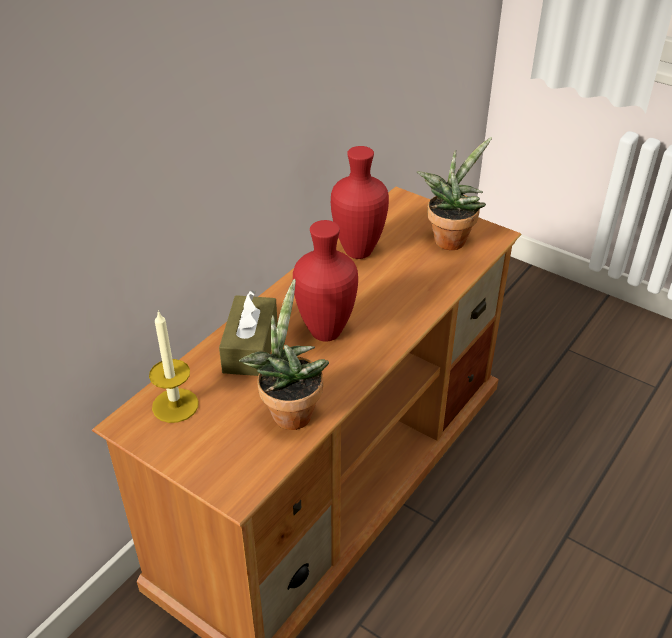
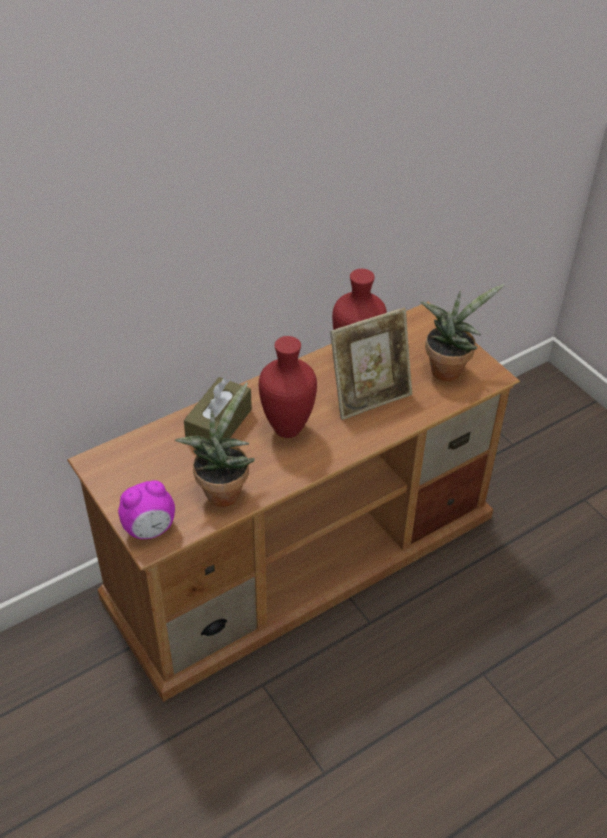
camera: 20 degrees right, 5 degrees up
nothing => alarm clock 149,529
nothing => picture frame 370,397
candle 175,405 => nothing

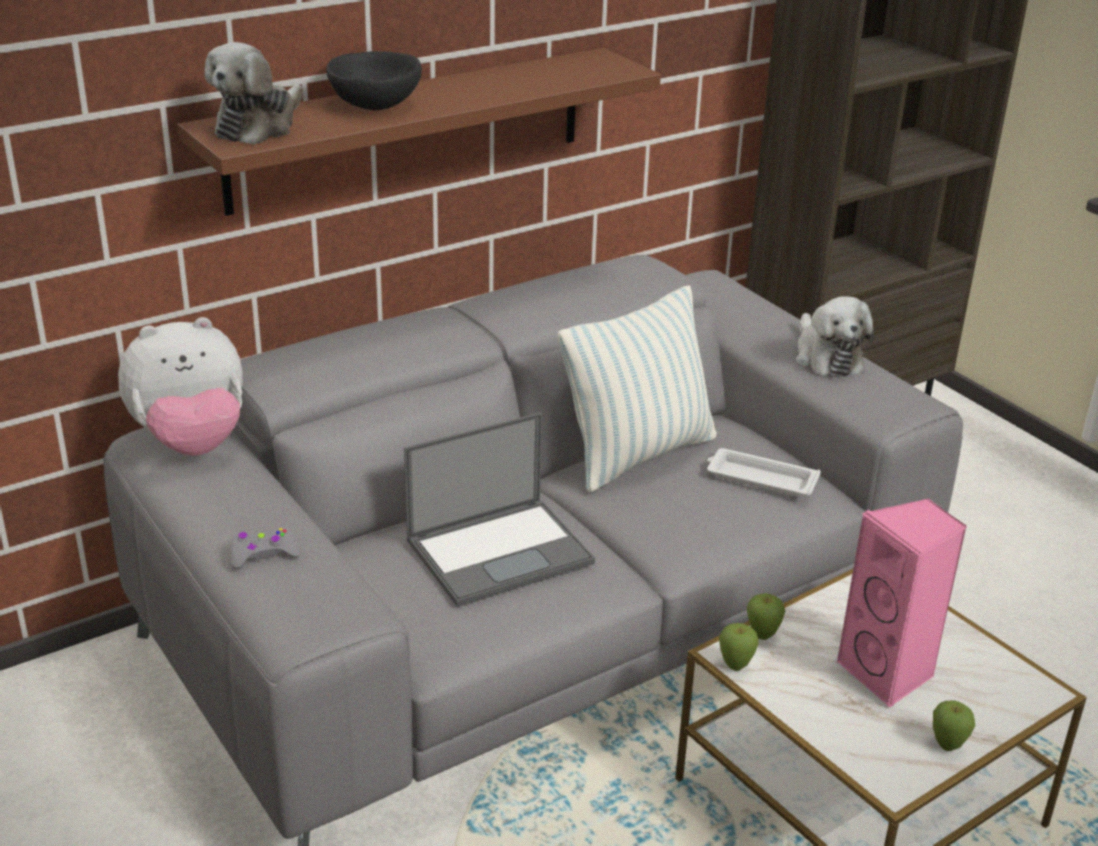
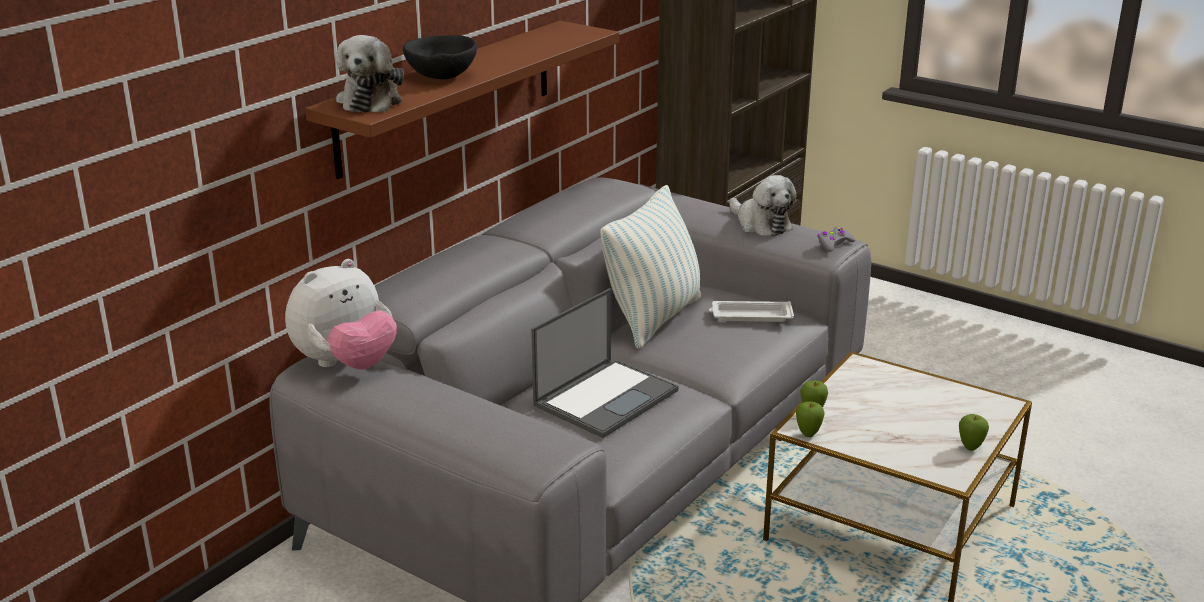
camera: 20 degrees left, 5 degrees down
grey game controller 263,554 => grey game controller 834,244, moved
pink speaker 889,674 => nothing

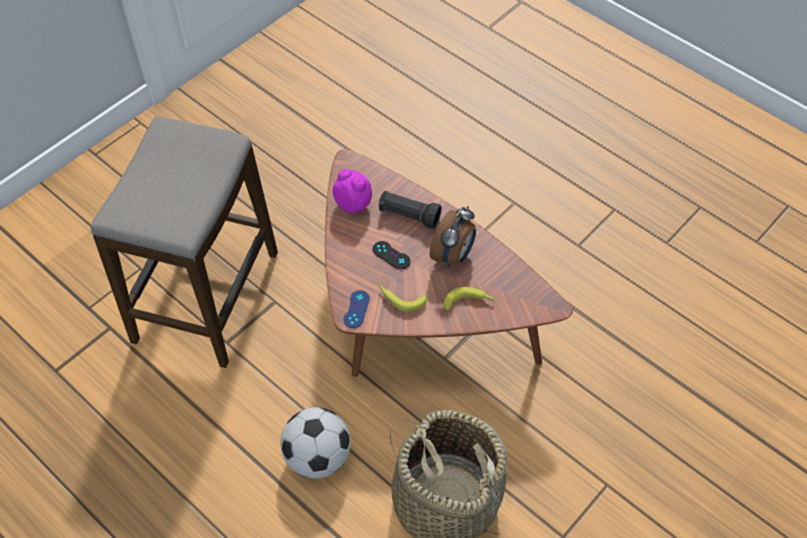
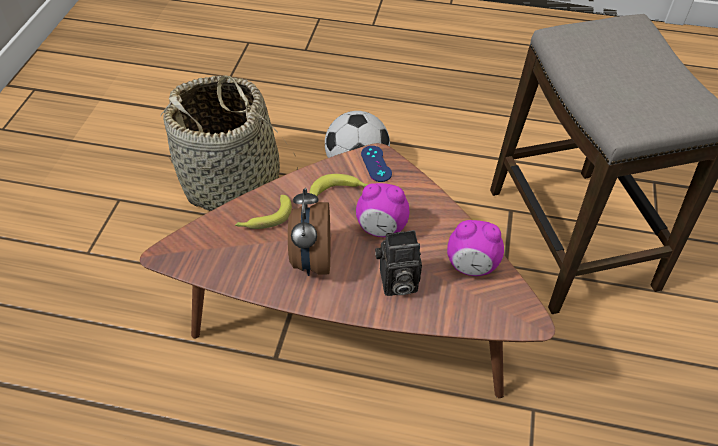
camera: 150 degrees right, 5 degrees down
black game controller 391,255 => alarm clock 382,229
black flashlight 408,216 => photo camera 396,283

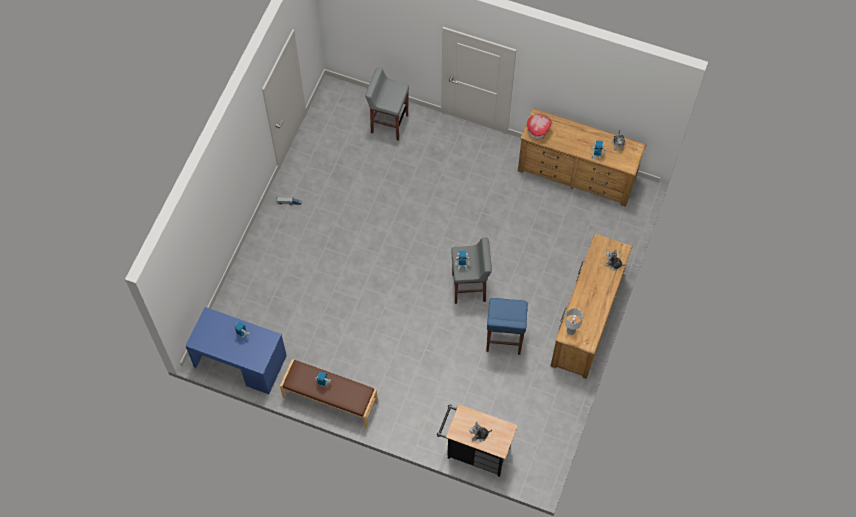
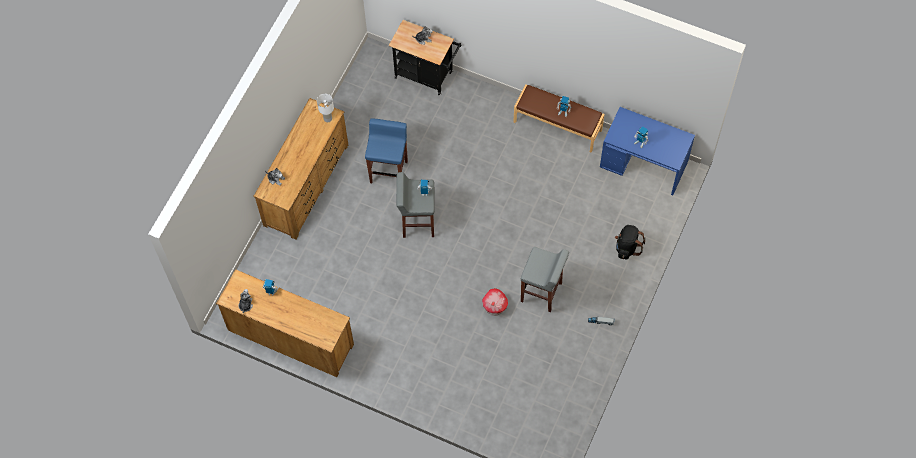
camera: 175 degrees left, 0 degrees up
toy house 538,131 => toy house 495,306, moved
grey stool 388,123 => grey stool 542,293, moved
nothing => black backpack 627,247

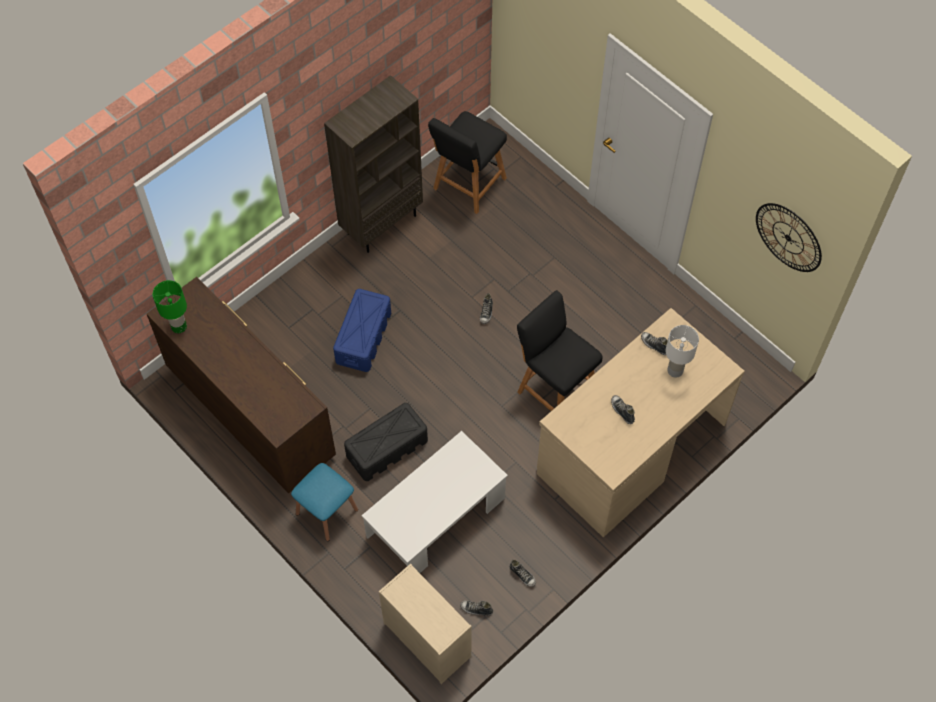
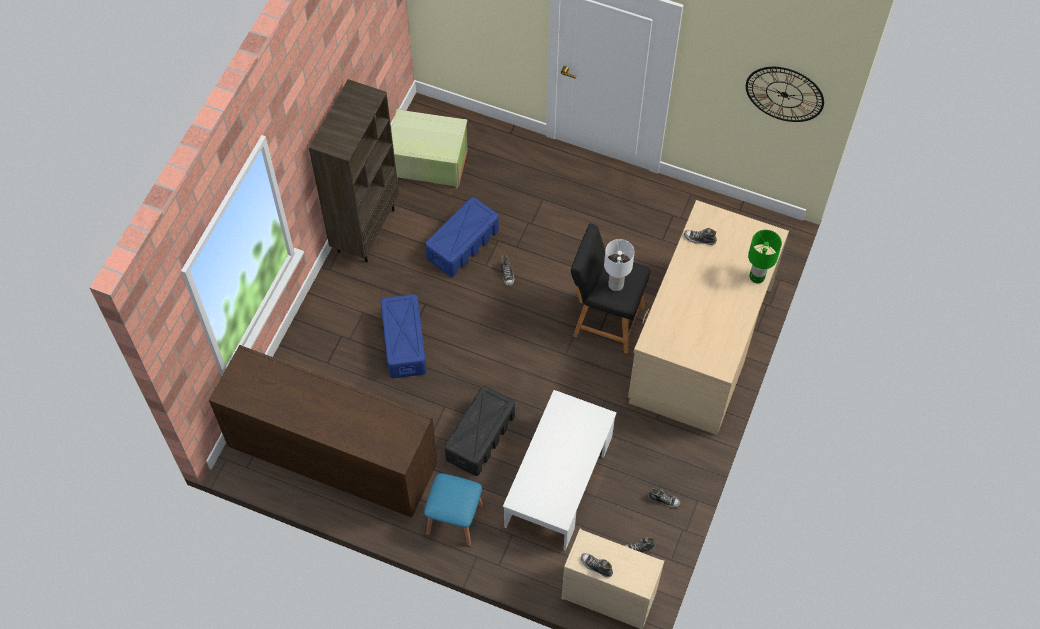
camera: 25 degrees left, 0 degrees up
black stool 467,186 => green storage box 428,164
nothing => blue storage box 463,244
shoe 622,411 => shoe 596,566, moved
white table lamp 675,370 => white table lamp 616,284, moved
green table lamp 179,326 => green table lamp 757,276, moved

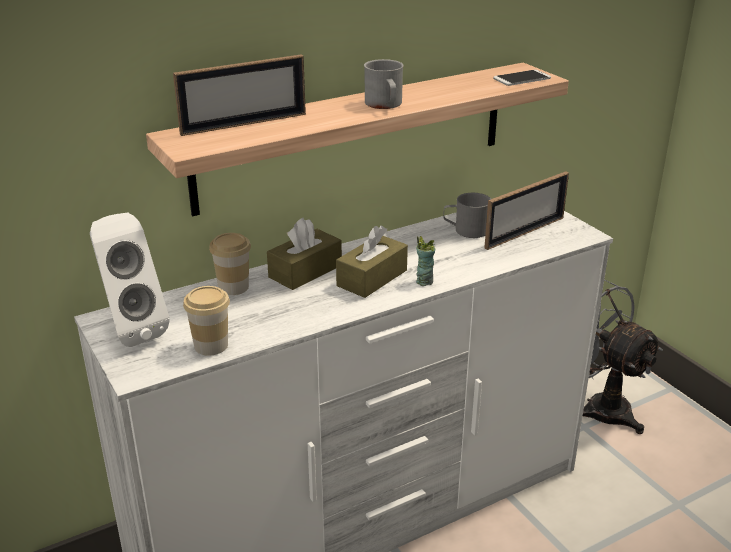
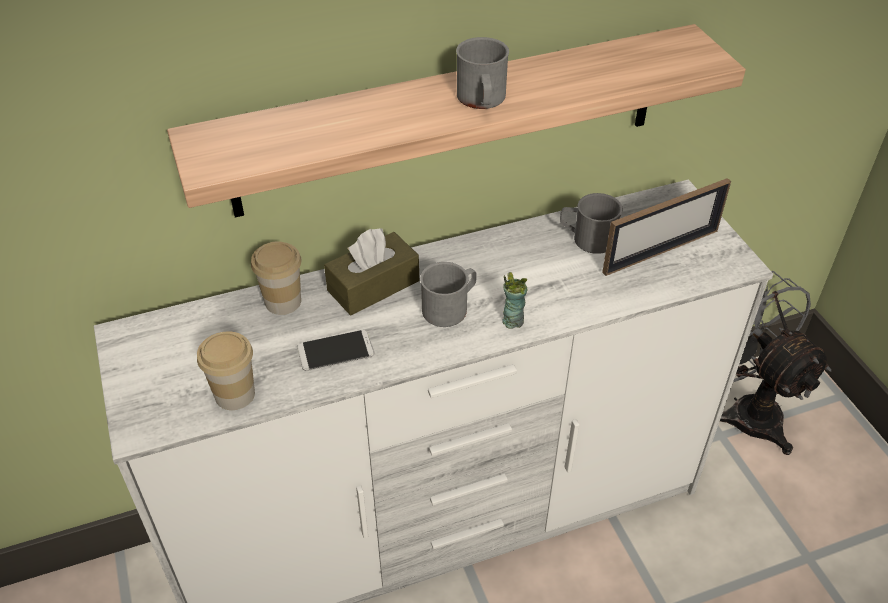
camera: 10 degrees right, 15 degrees up
phone 522,79 => phone 335,351, moved
brown tissue box 372,278 => grey mug 450,307
white speaker 131,330 => nothing
picture frame 244,124 => nothing

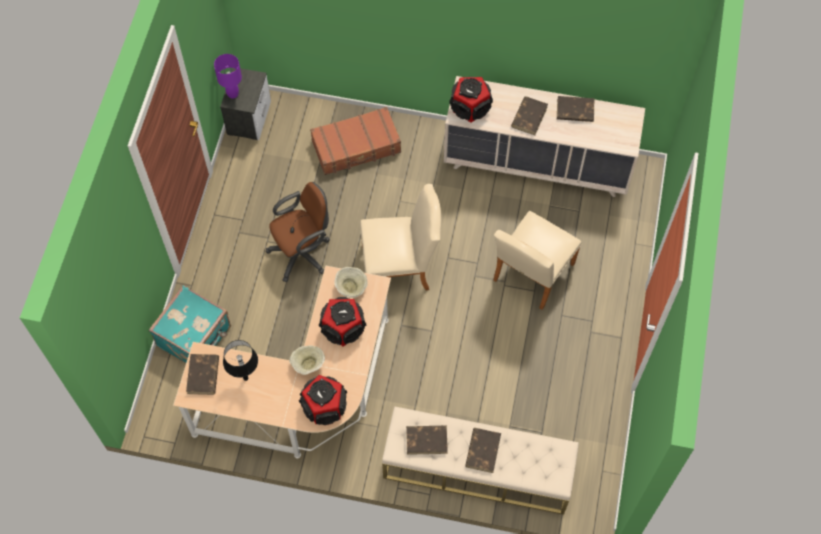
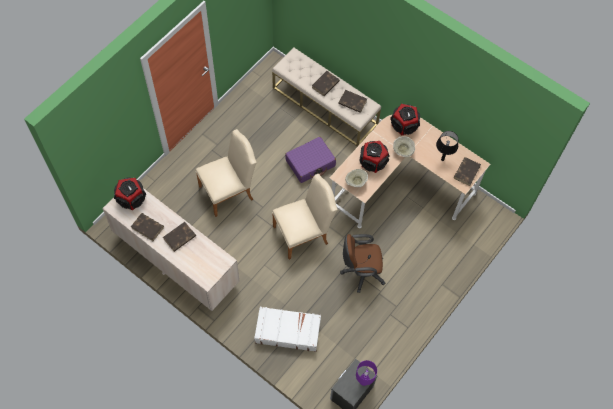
camera: 155 degrees left, 0 degrees up
speaker 470,107 => speaker 131,198, moved
brown suitcase 356,147 => white suitcase 287,331
beige chair 401,267 => beige chair 304,233, 135 degrees clockwise
nothing => purple suitcase 310,163
turquoise suitcase 195,337 => nothing

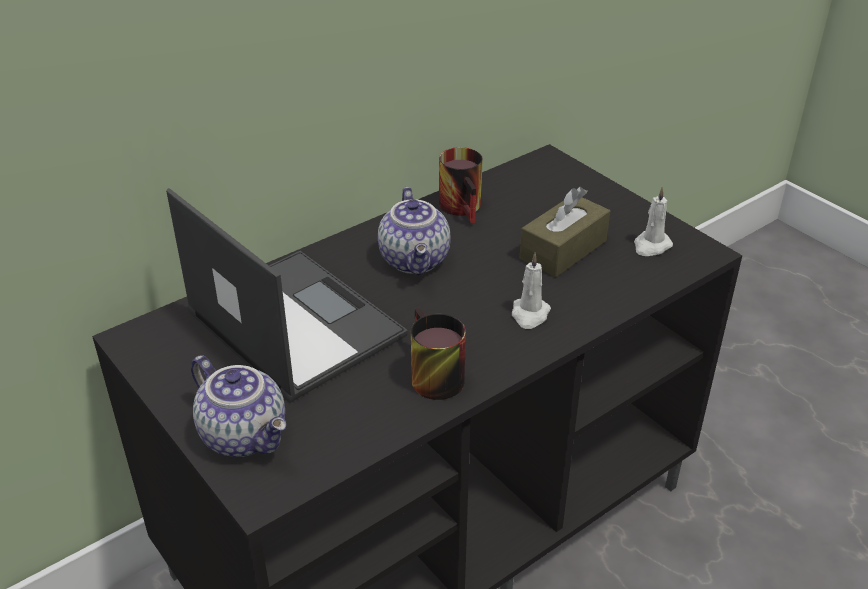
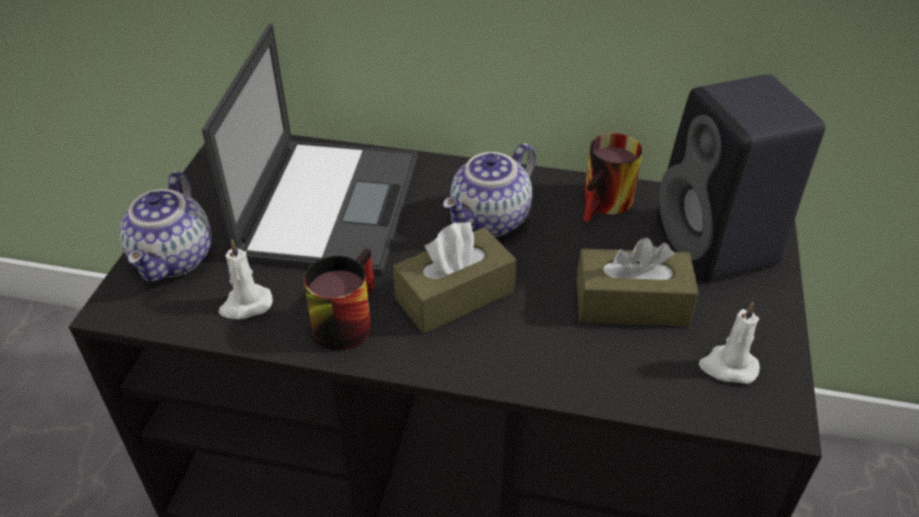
camera: 50 degrees right, 5 degrees up
white candle 529,314 => white candle 245,305, moved
nothing => brown tissue box 454,295
nothing => black speaker 719,245

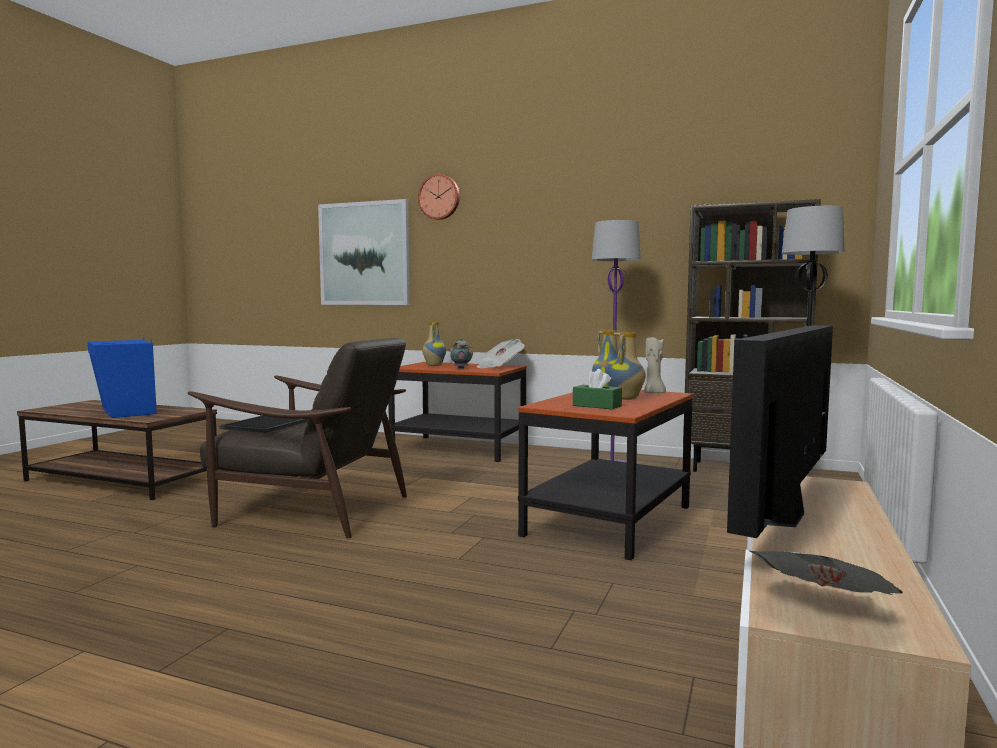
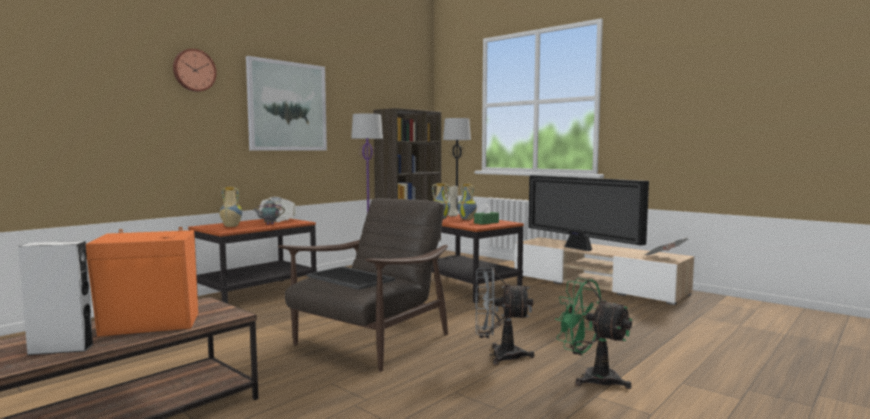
camera: 70 degrees left, 0 degrees up
nothing => grey speaker 61,349
blue speaker 125,412 => orange speaker 151,325
picture 364,254 => picture 287,106, moved
nothing => grey fan 498,356
nothing => green fan 591,377

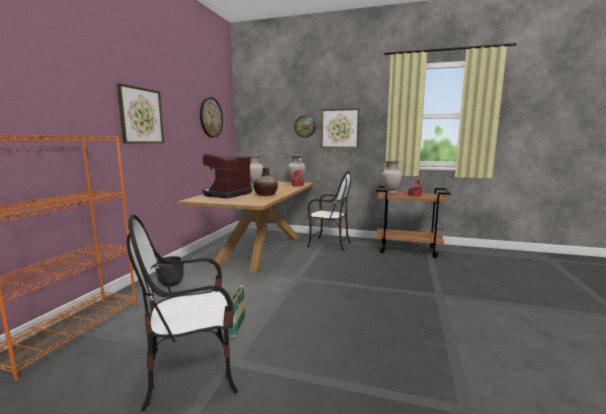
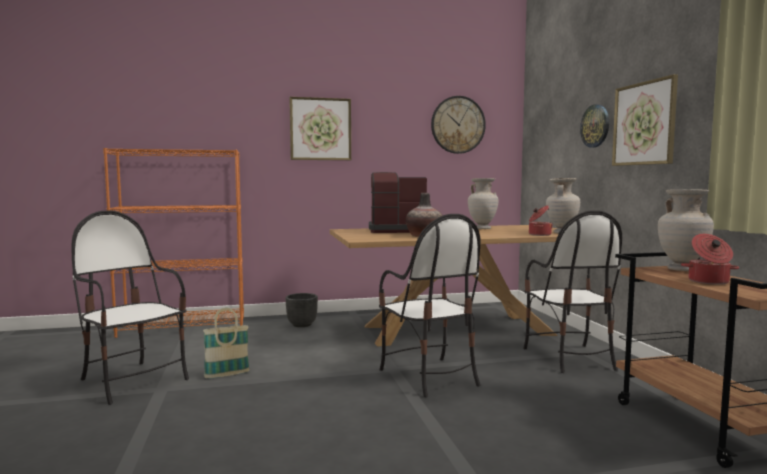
camera: 60 degrees right, 5 degrees down
nothing => chair 429,376

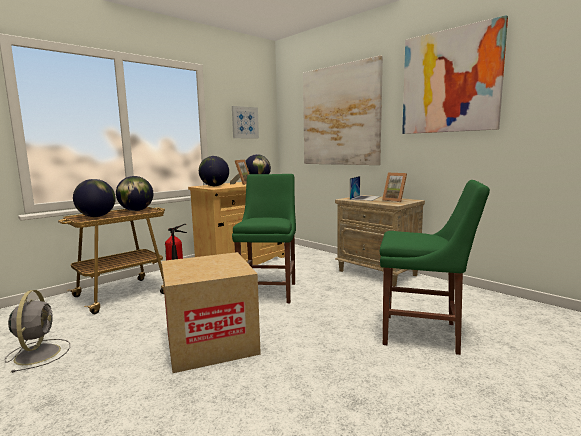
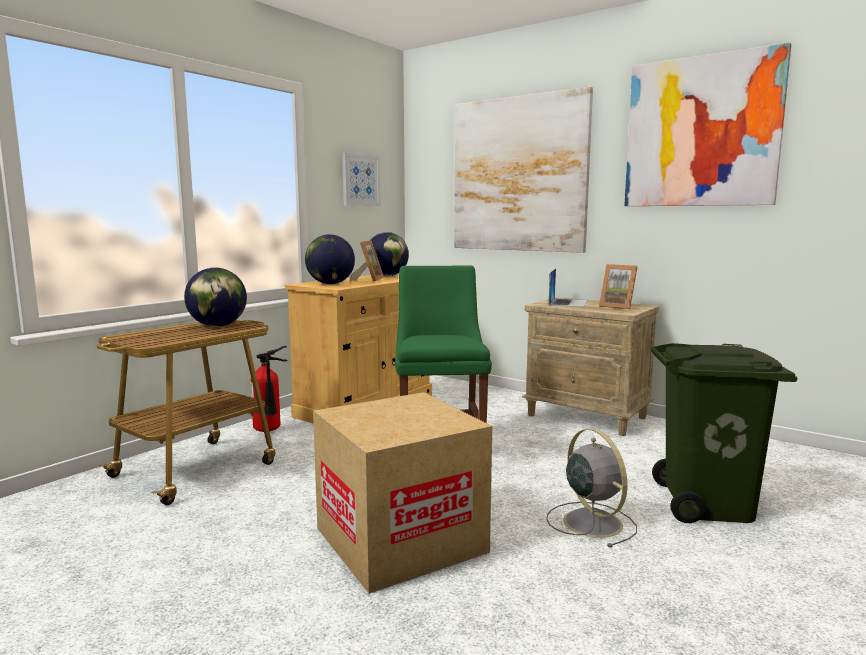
camera: 10 degrees left, 0 degrees up
grey fan 38,353 => grey fan 591,522, moved
green chair 425,334 => green trash can 708,505
globe 96,216 => nothing

